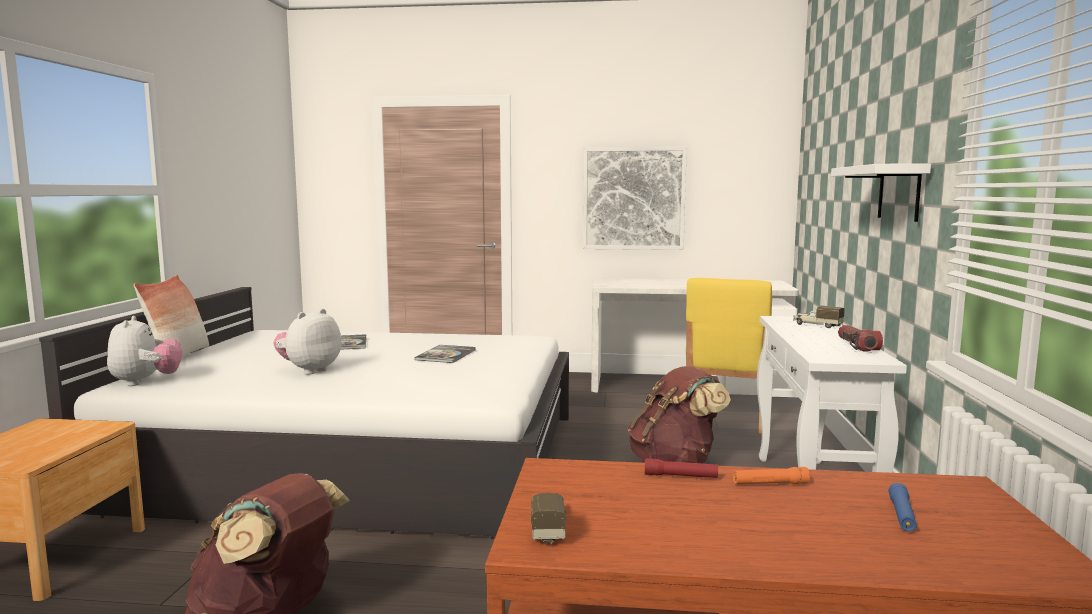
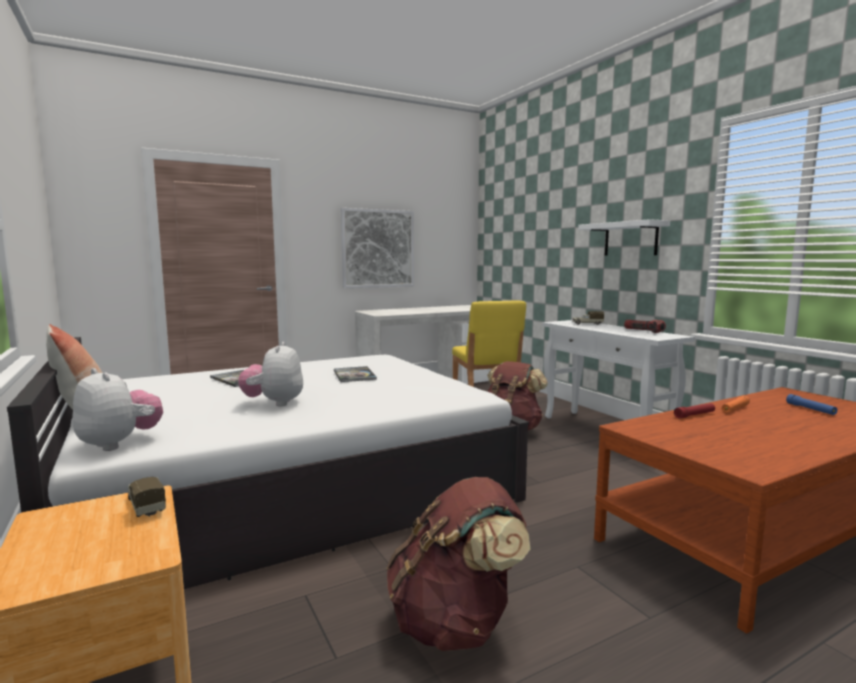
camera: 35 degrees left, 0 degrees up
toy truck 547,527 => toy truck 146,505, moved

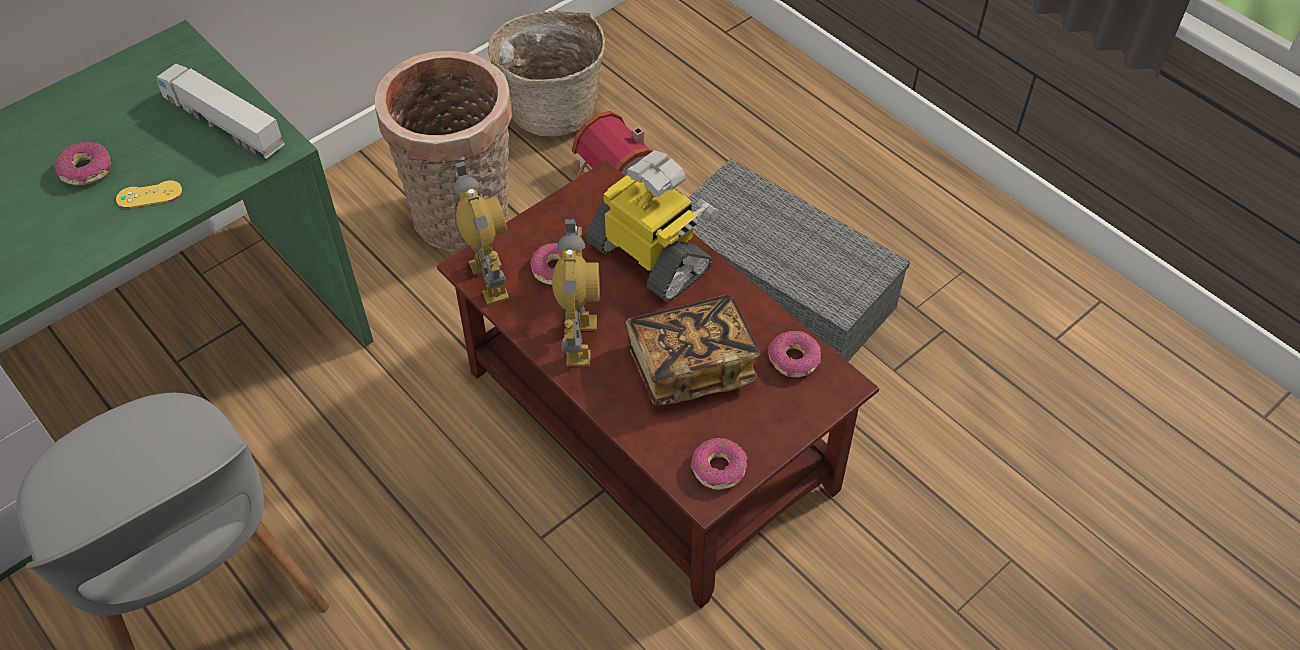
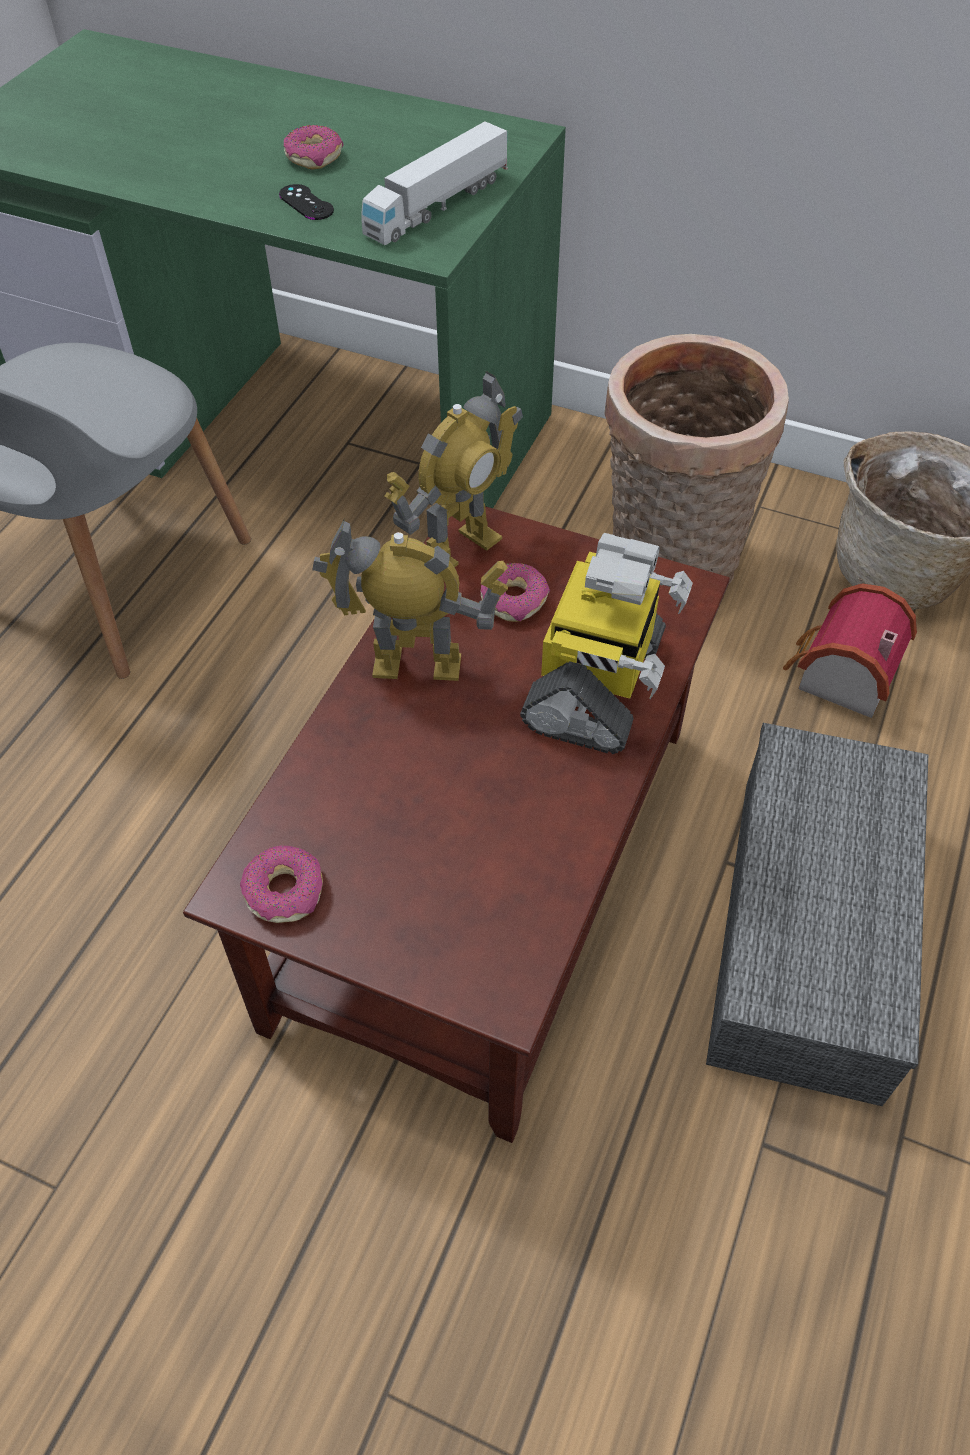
camera: 65 degrees right, 0 degrees up
yellow game controller 149,195 => black game controller 306,203
toy robot 579,340 => toy robot 416,665, 150 degrees counterclockwise
toy truck 223,123 => toy truck 437,205, 150 degrees counterclockwise
book 691,365 => nothing
donut 793,360 => nothing

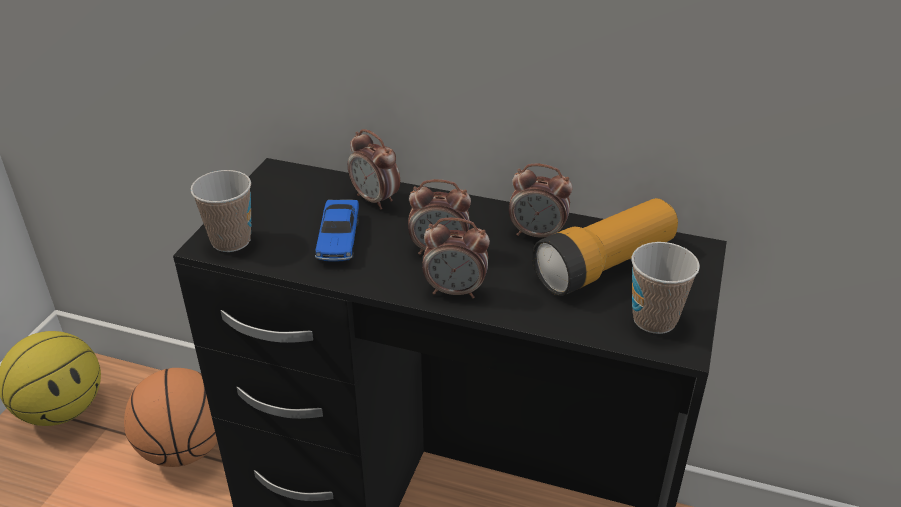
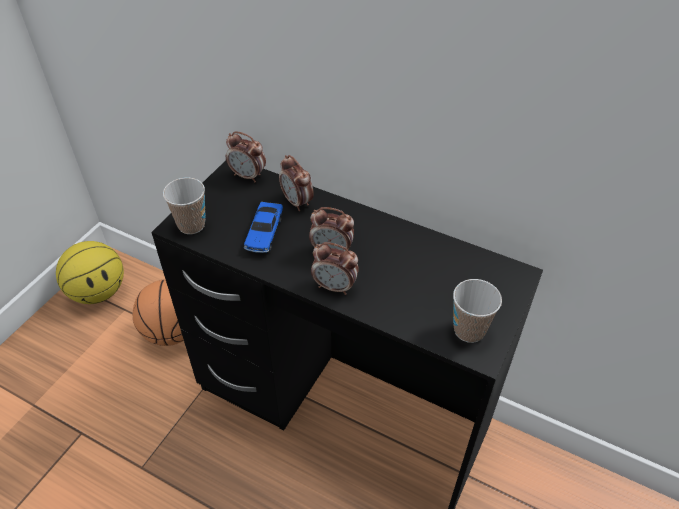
camera: 10 degrees right, 10 degrees up
alarm clock 537,234 => alarm clock 248,176, moved
flashlight 605,266 => nothing

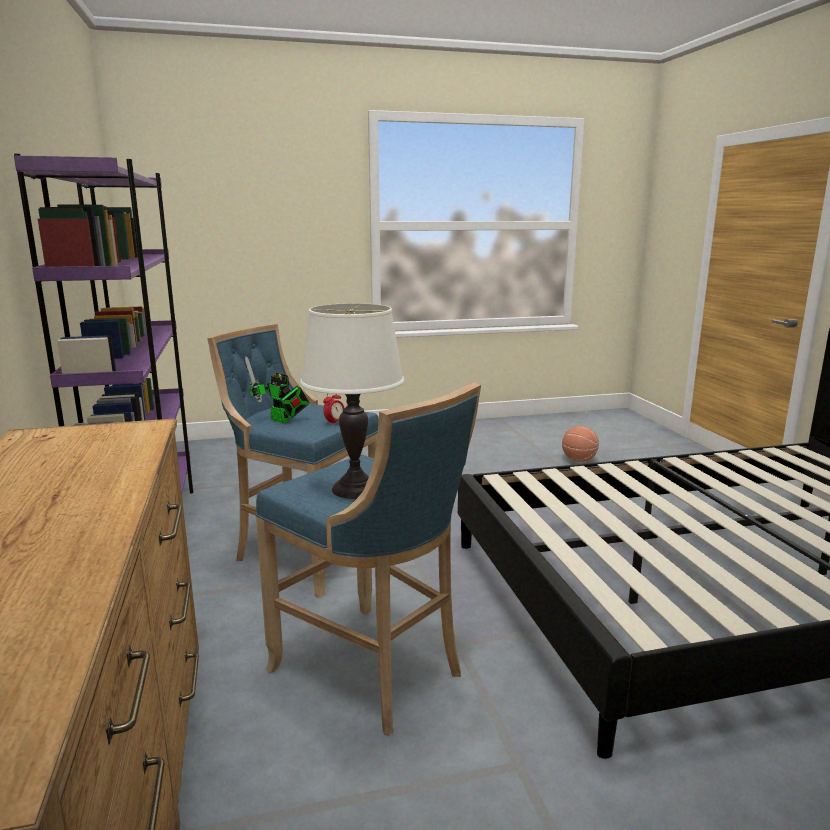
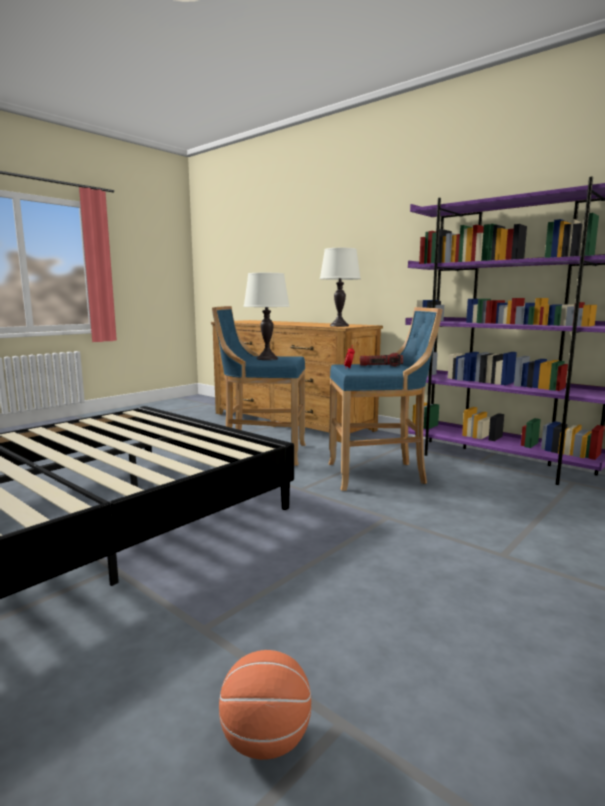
camera: 145 degrees right, 5 degrees down
nothing => white table lamp 339,326
toy robot 282,420 => flashlight 381,366

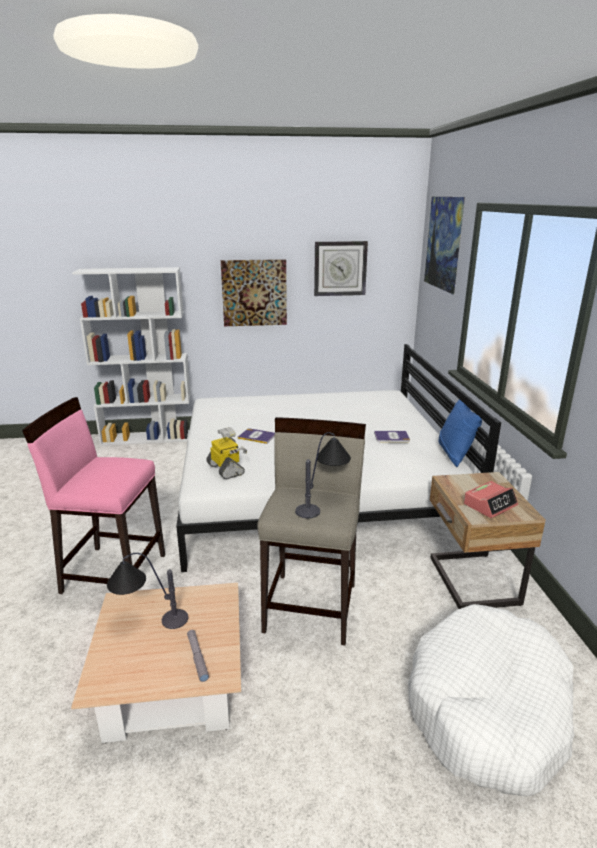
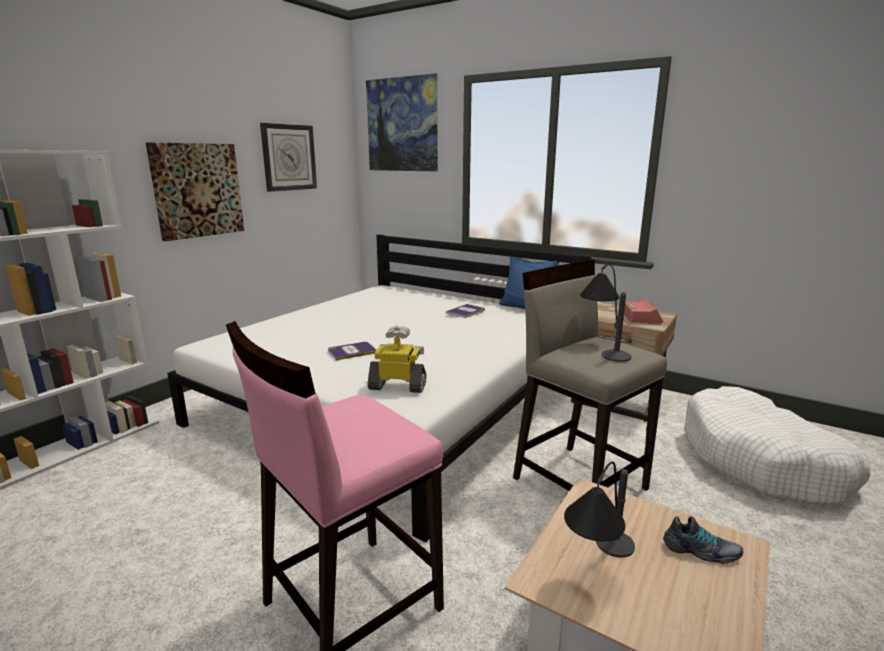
camera: 50 degrees left, 5 degrees down
grey flashlight 197,658 => shoe 701,551

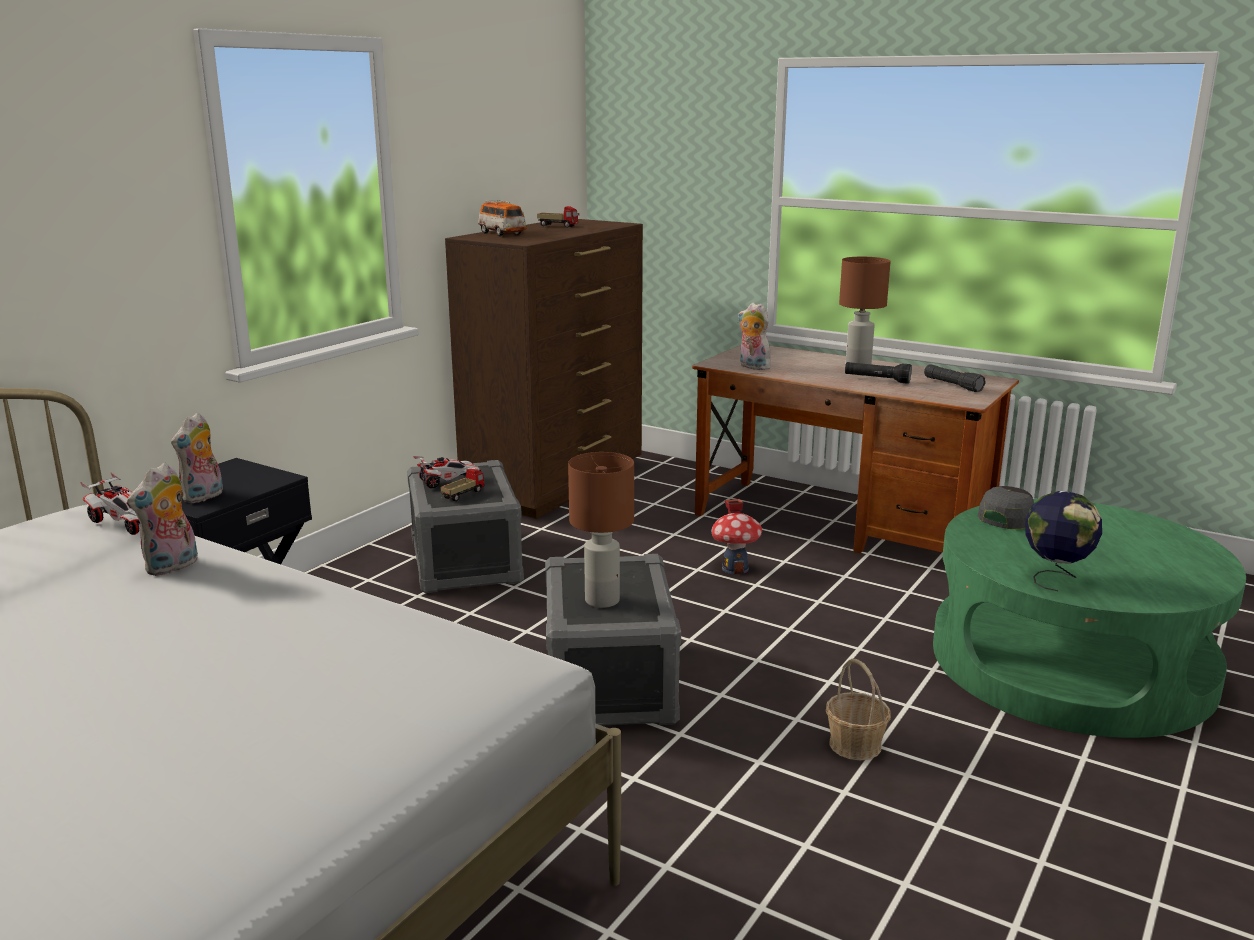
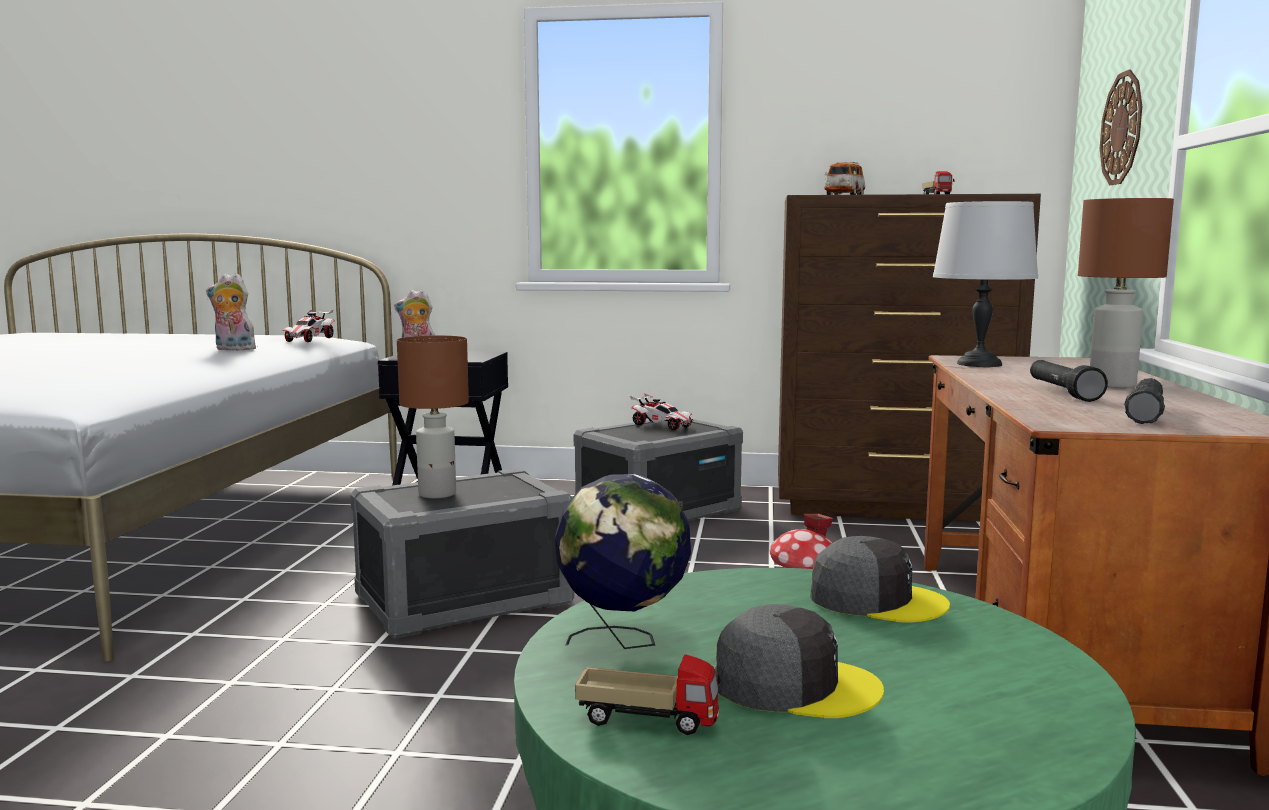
camera: 65 degrees right, 10 degrees down
toy truck 463,495 => toy truck 648,720, moved
nothing => grey cap 794,685
plush toy 752,367 => grey table lamp 980,364
nothing => wall clock 1122,128
basket 855,745 => nothing

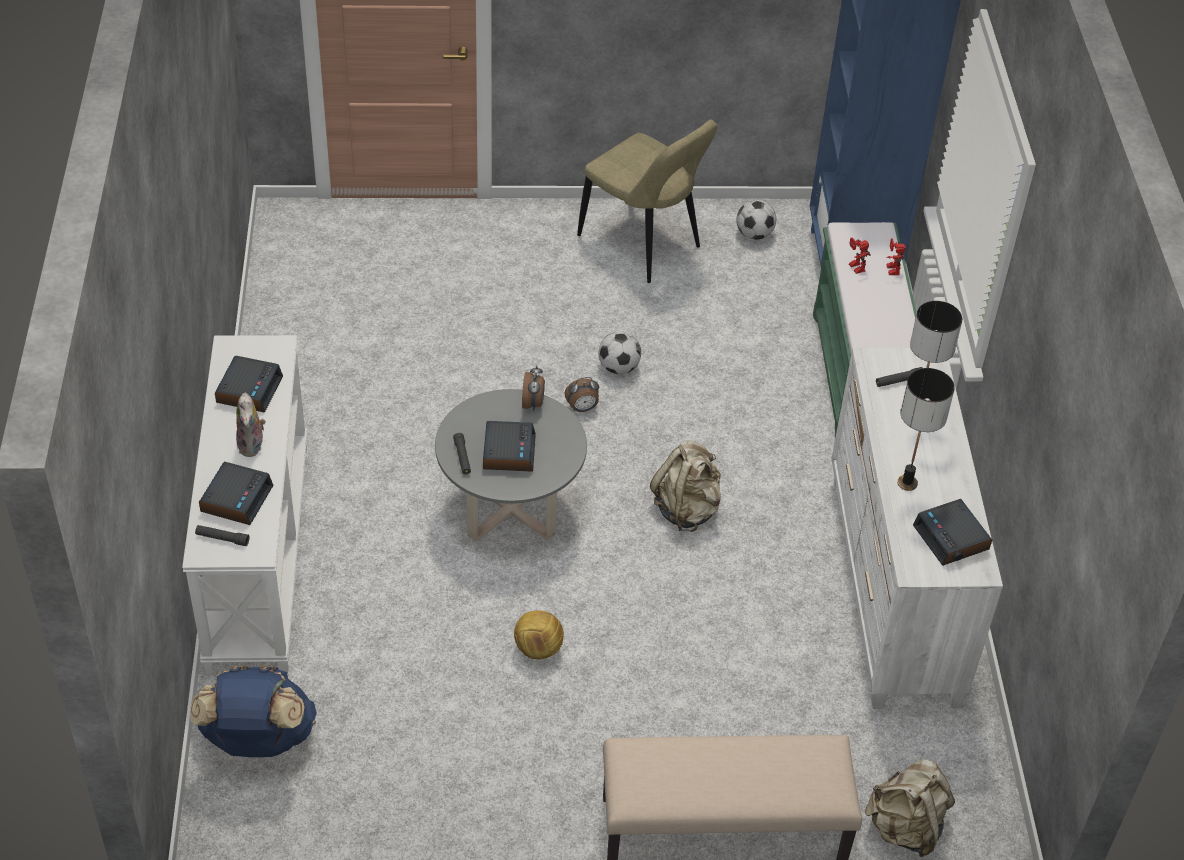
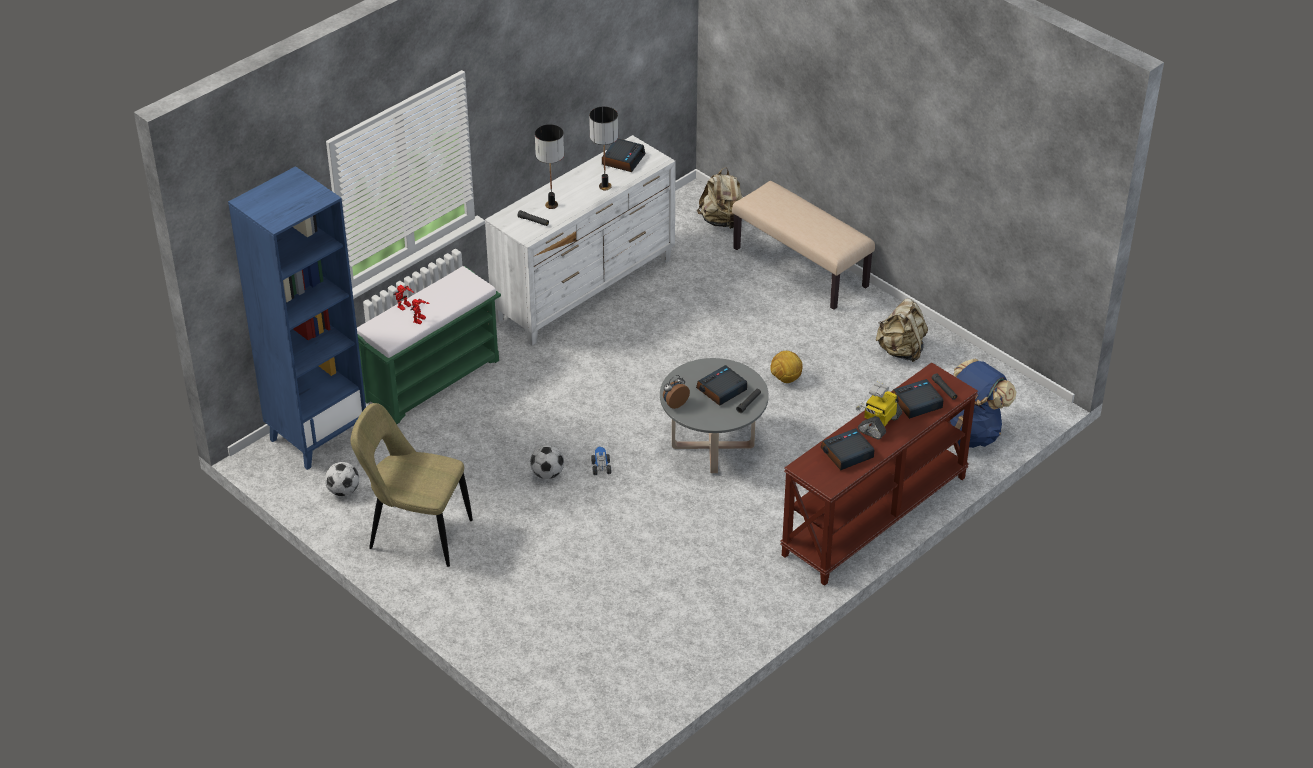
camera: 130 degrees left, 5 degrees down
beige chair 643,244 => beige chair 416,534, 75 degrees counterclockwise
alarm clock 582,408 => toy truck 600,467
white console table 256,554 => brown console table 875,517
plush toy 252,446 => toy robot 878,423
beige backpack 687,509 => beige backpack 901,351, moved

